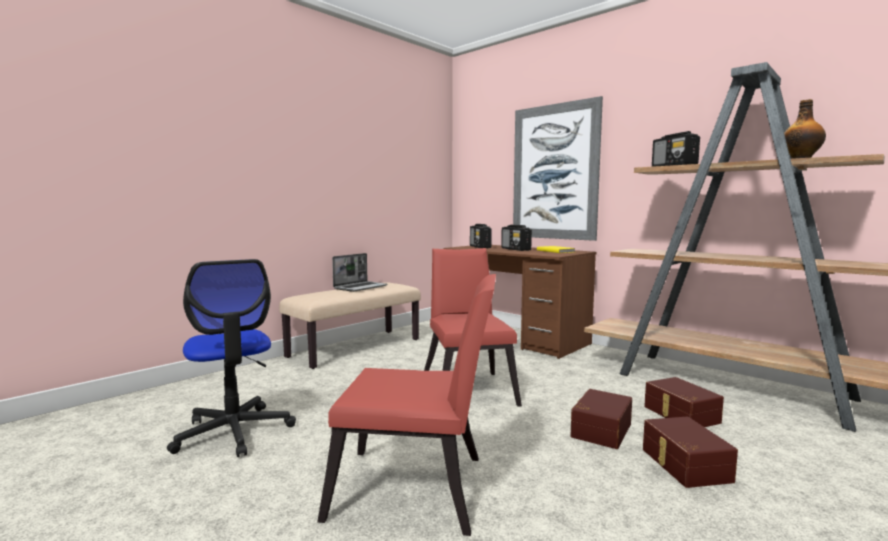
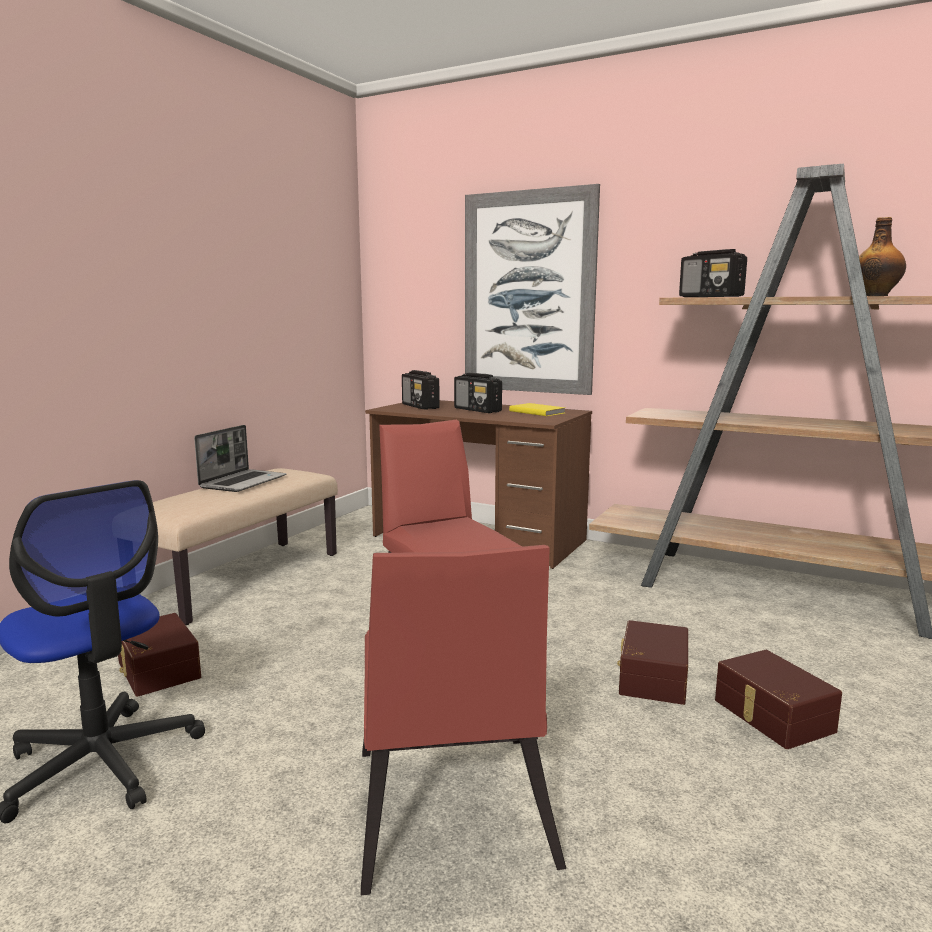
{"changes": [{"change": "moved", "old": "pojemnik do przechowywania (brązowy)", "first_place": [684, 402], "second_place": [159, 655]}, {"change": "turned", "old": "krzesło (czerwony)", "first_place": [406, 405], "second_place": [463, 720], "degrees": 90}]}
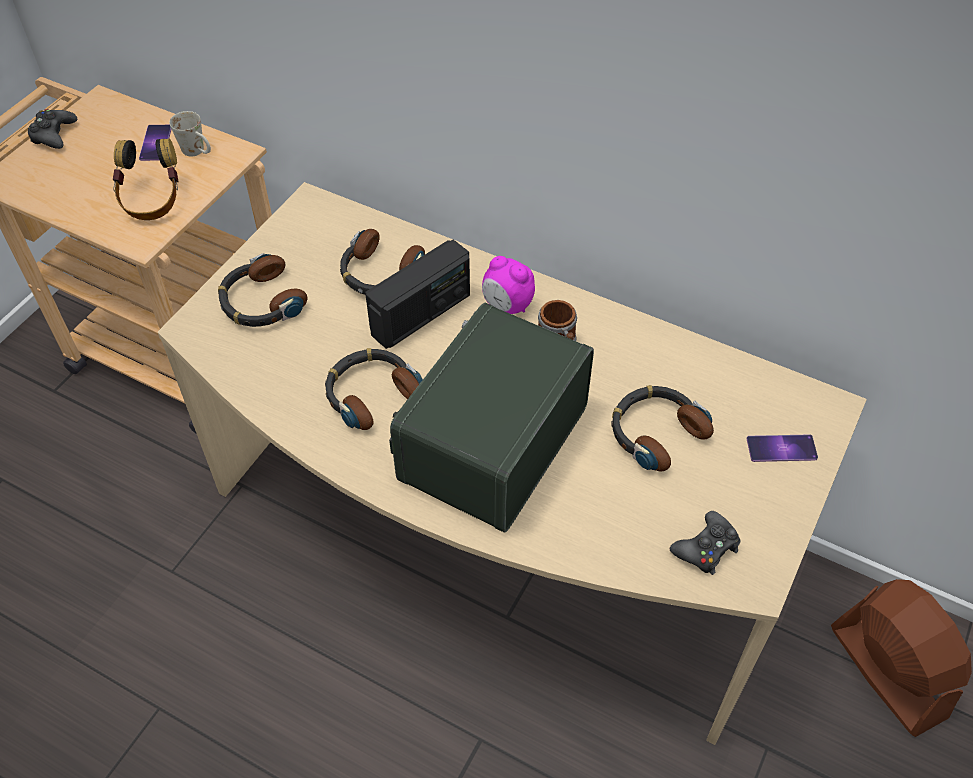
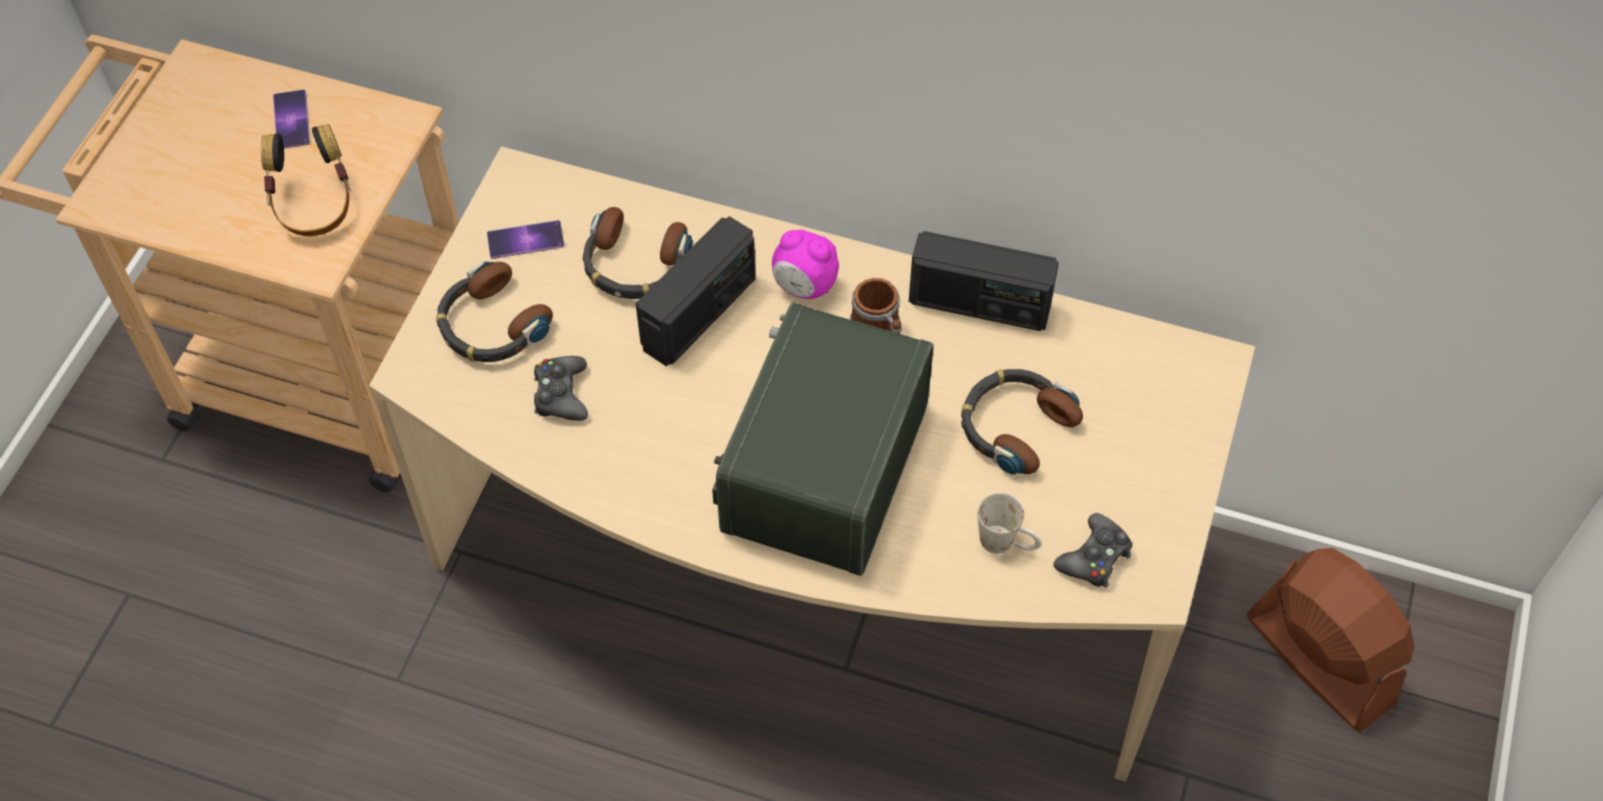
{"changes": [{"change": "moved", "old": "telefon", "first_place": [782, 448], "second_place": [525, 239]}, {"change": "moved", "old": "pad do gier (czarny)", "first_place": [52, 129], "second_place": [561, 388]}, {"change": "added", "new": "radio", "second_place": [984, 281]}, {"change": "moved", "old": "kubek (biały)", "first_place": [190, 133], "second_place": [1010, 523]}, {"change": "removed", "old": "słuchawki", "first_place": [374, 389]}]}
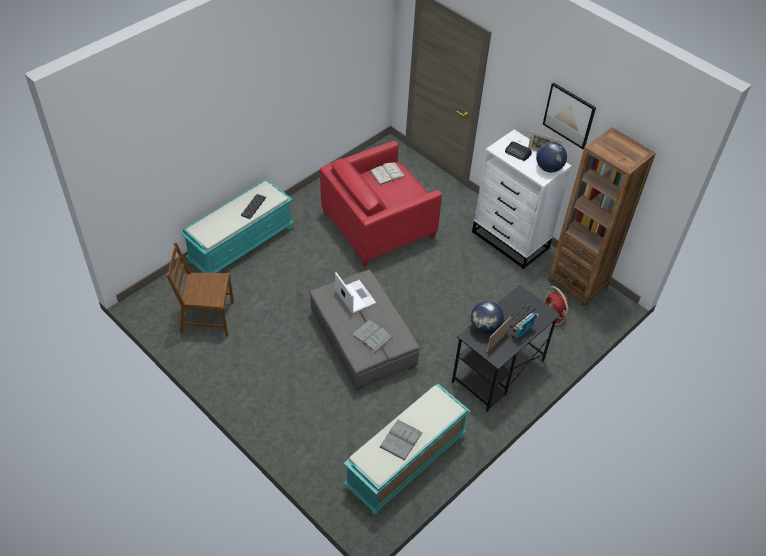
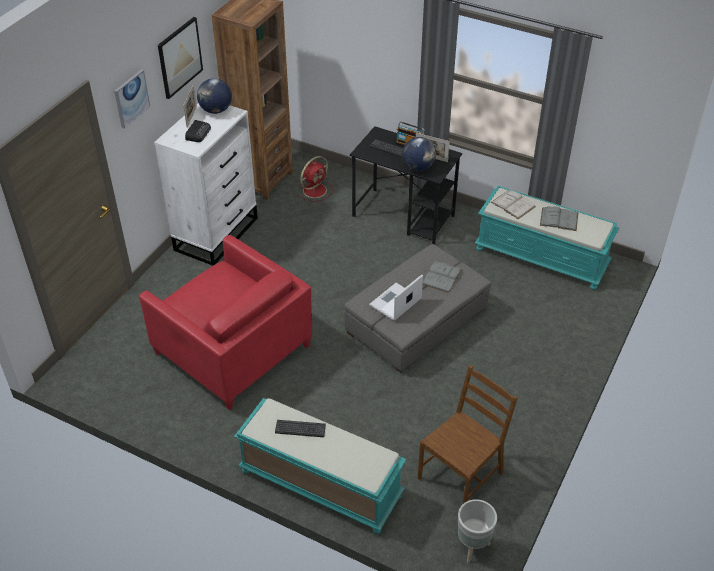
{"changes": [{"change": "added", "new": "obraz", "second_place": [132, 99]}, {"change": "turned", "old": "krzesło (brązowy)", "first_place": [200, 289], "second_place": [468, 434], "degrees": -120}, {"change": "added", "new": "donica (szary)", "second_place": [477, 531]}, {"change": "moved", "old": "książka (biały)", "first_place": [388, 173], "second_place": [513, 204]}]}
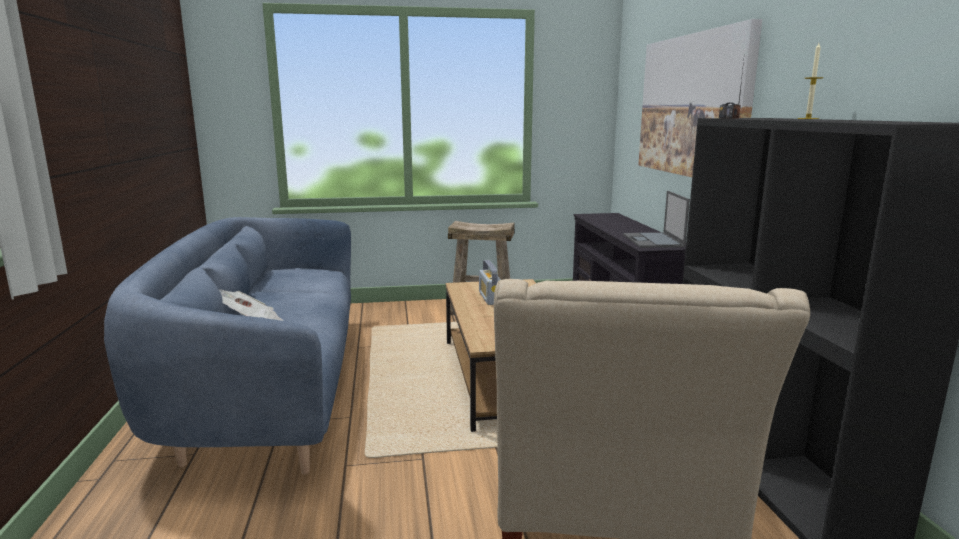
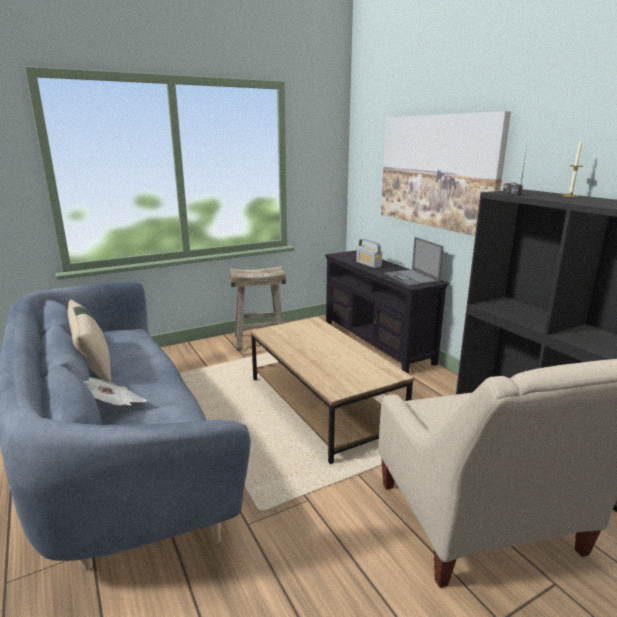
{"changes": [{"change": "added", "new": "poduszka (beżowy)", "second_place": [89, 341]}, {"change": "moved", "old": "radio", "first_place": [490, 282], "second_place": [369, 253]}]}
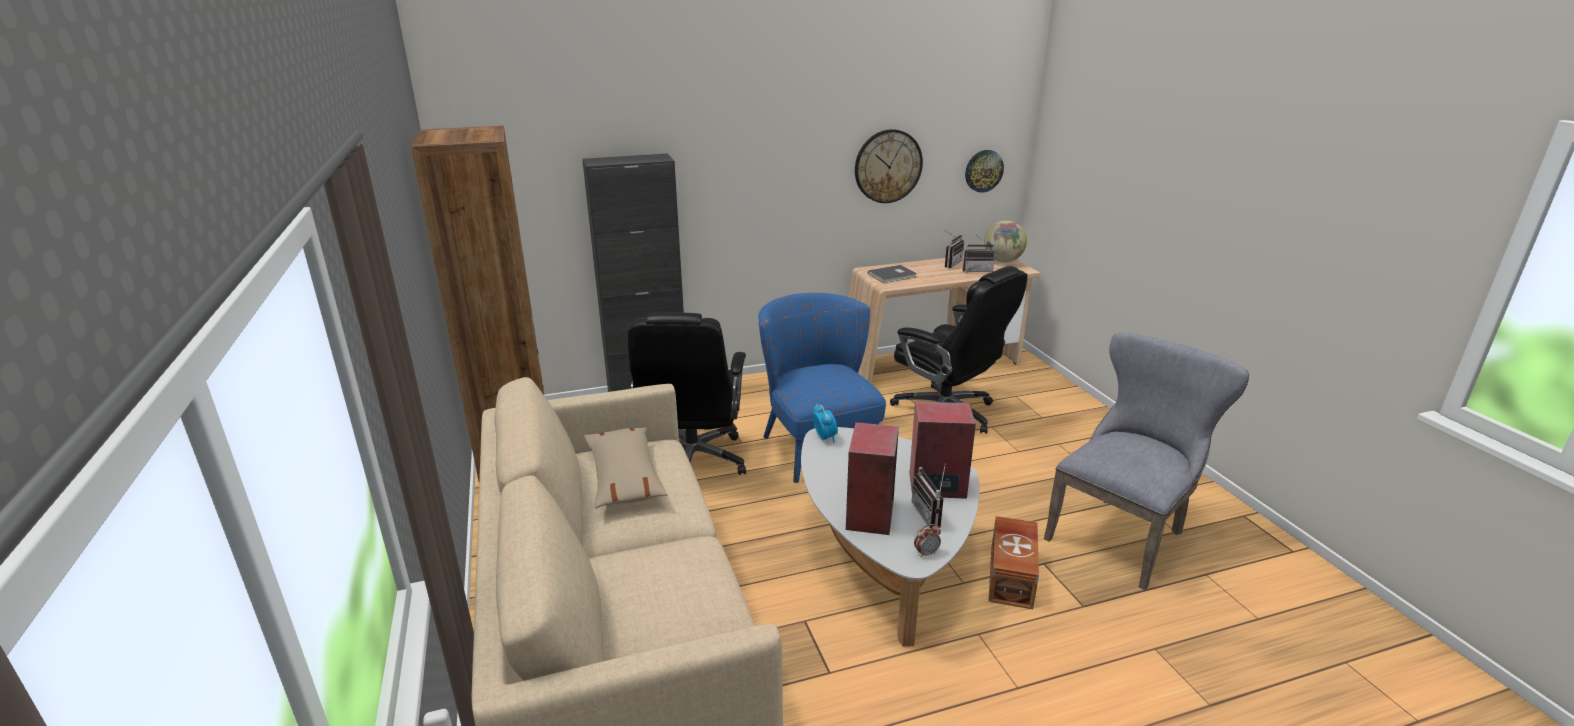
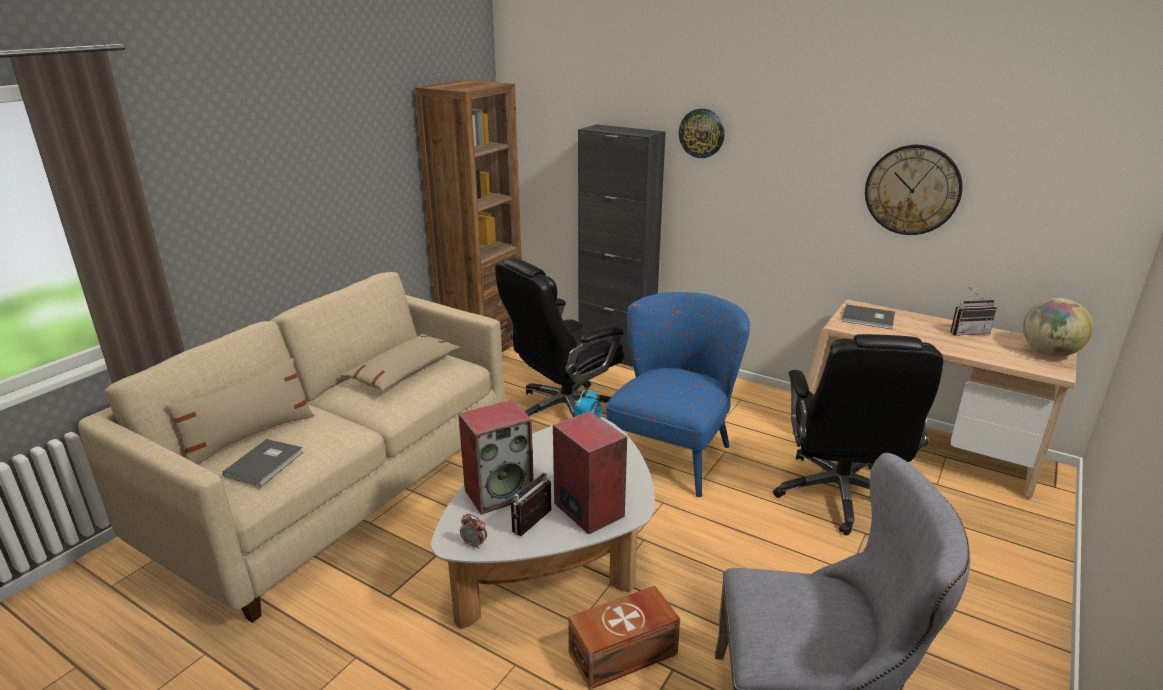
{"changes": [{"change": "added", "new": "poduszka (beżowy)", "second_place": [240, 411]}, {"change": "added", "new": "książka (szary)", "second_place": [263, 462]}, {"change": "moved", "old": "zegar ścienny", "first_place": [984, 171], "second_place": [702, 133]}, {"change": "removed", "old": "radio", "first_place": [979, 254]}]}
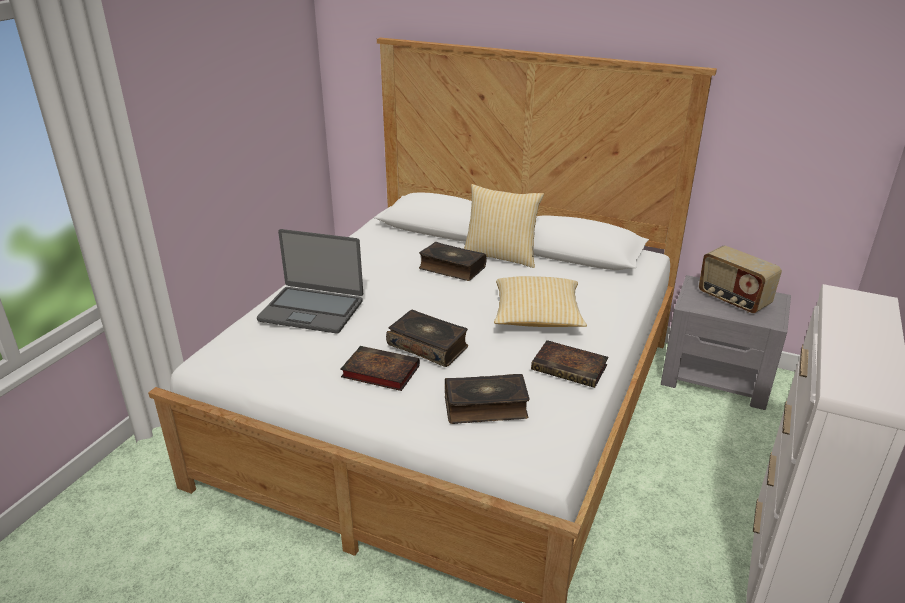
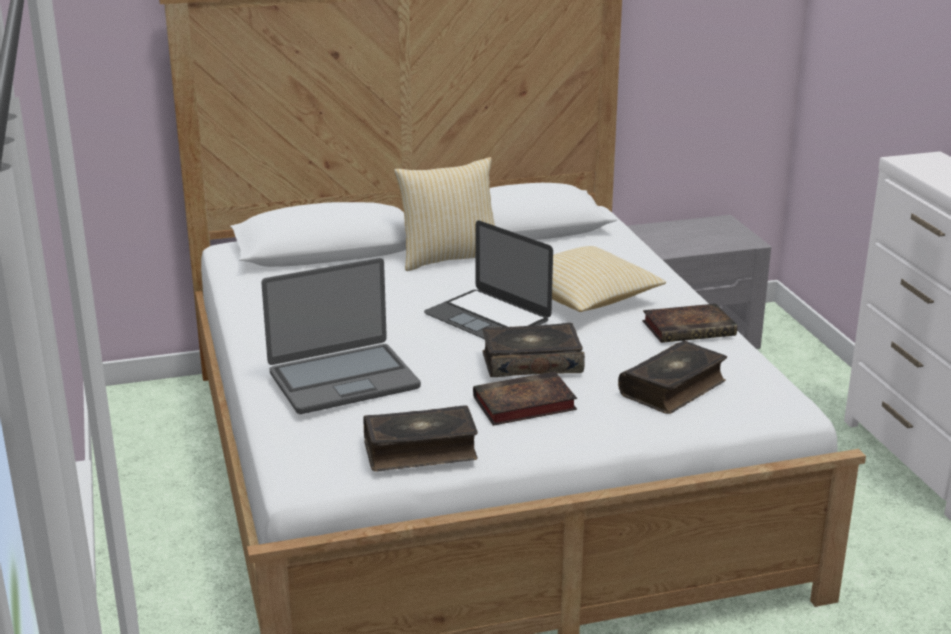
{"changes": [{"change": "moved", "old": "książka", "first_place": [453, 261], "second_place": [420, 438]}, {"change": "added", "new": "laptop", "second_place": [488, 280]}, {"change": "removed", "old": "radio", "first_place": [740, 279]}]}
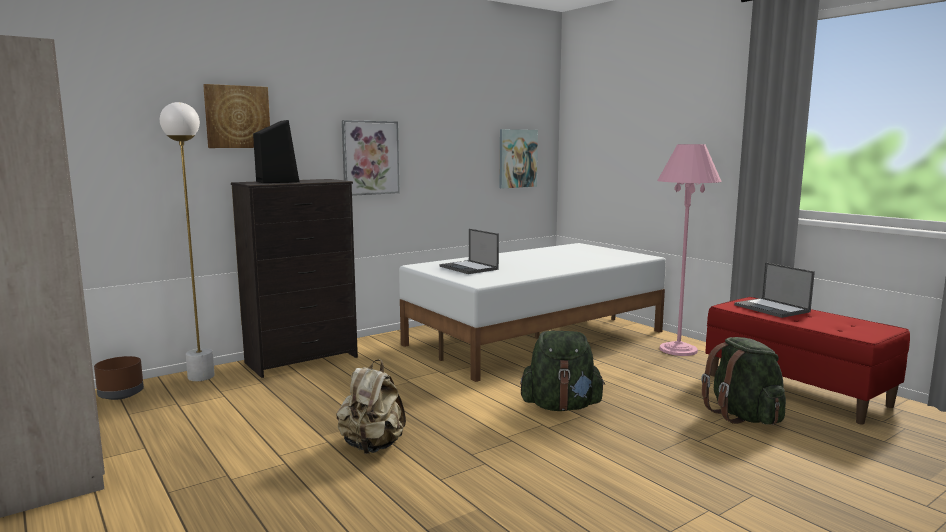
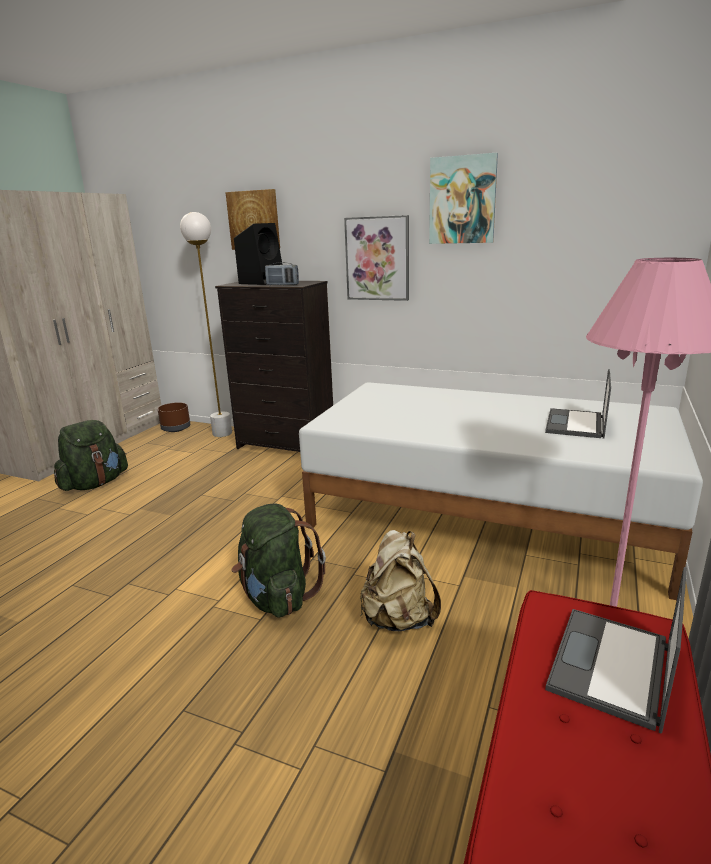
{"changes": [{"change": "moved", "old": "plecak (zielony)", "first_place": [743, 380], "second_place": [91, 455]}, {"change": "added", "new": "radio", "second_place": [282, 273]}, {"change": "moved", "old": "plecak (beżowy)", "first_place": [371, 406], "second_place": [400, 580]}, {"change": "moved", "old": "obraz", "first_place": [518, 158], "second_place": [463, 198]}, {"change": "moved", "old": "laptop", "first_place": [469, 251], "second_place": [578, 404]}]}
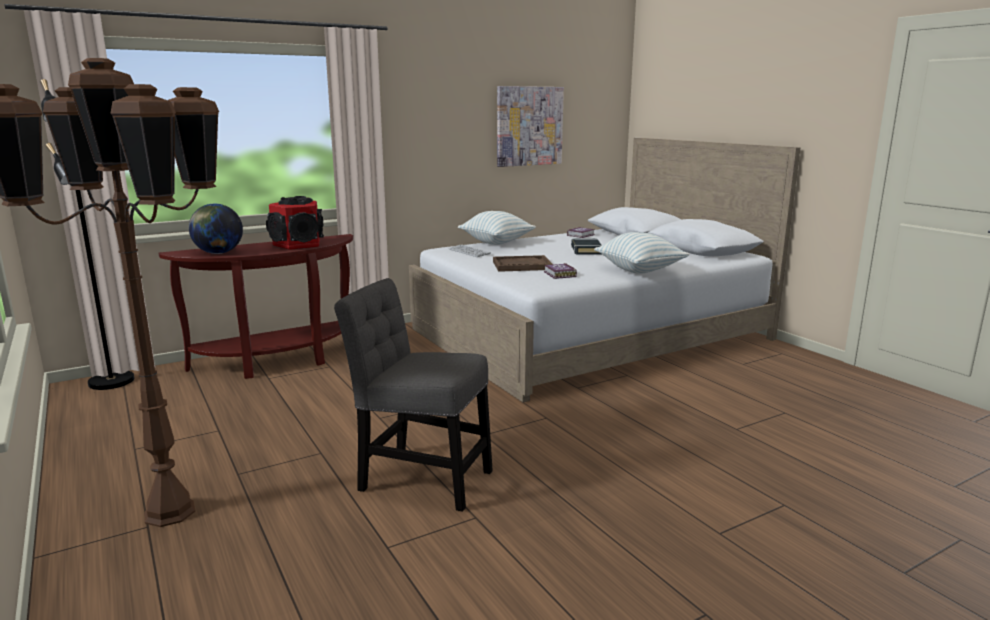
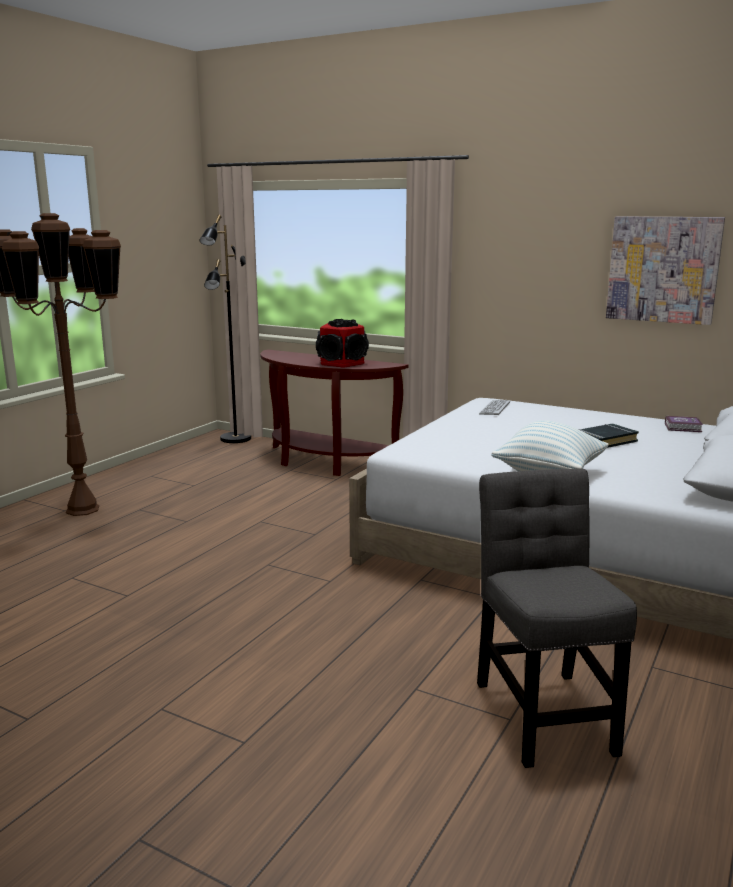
{"changes": [{"change": "moved", "old": "krzesło (szary)", "first_place": [413, 395], "second_place": [557, 618]}, {"change": "removed", "old": "globus", "first_place": [216, 229]}, {"change": "removed", "old": "poduszka", "first_place": [497, 228]}, {"change": "removed", "old": "taca (brązowy)", "first_place": [523, 263]}, {"change": "removed", "old": "książka", "first_place": [560, 271]}]}
